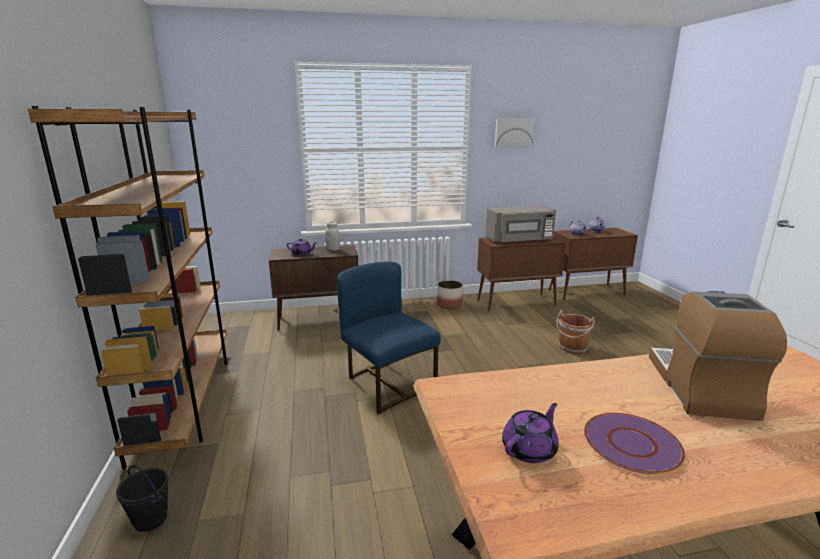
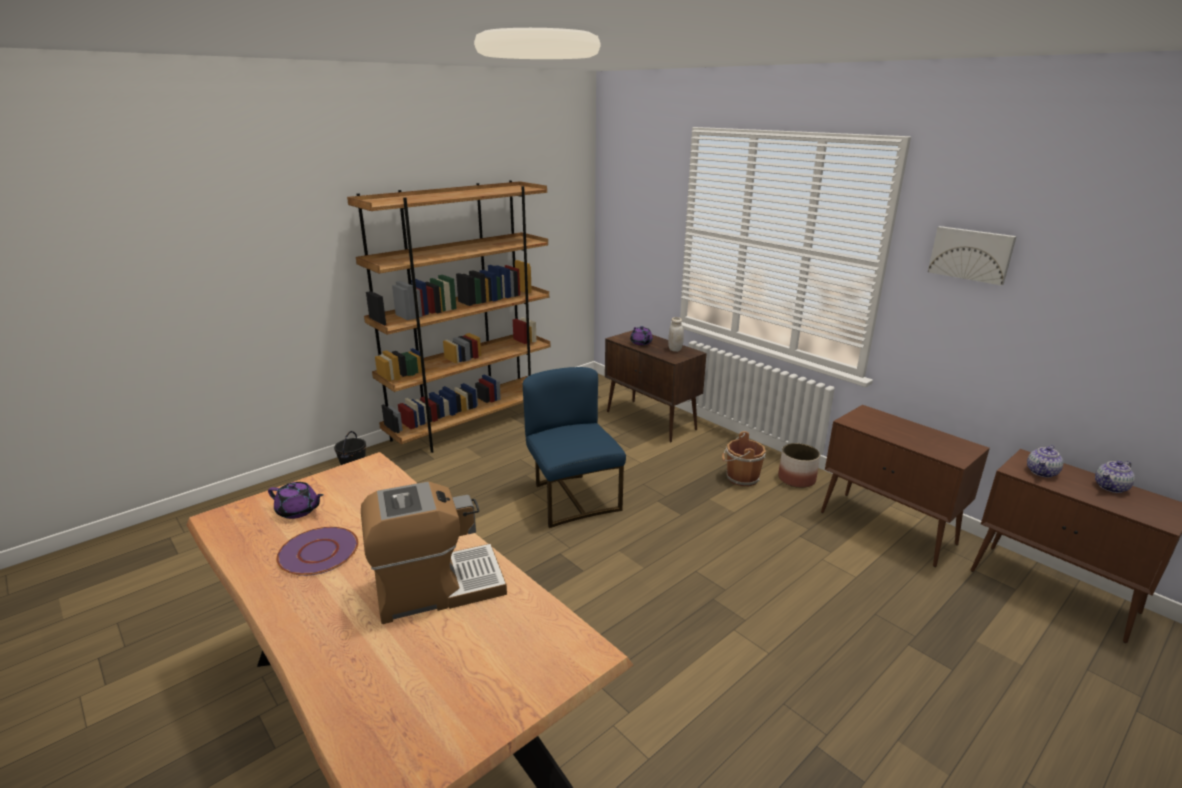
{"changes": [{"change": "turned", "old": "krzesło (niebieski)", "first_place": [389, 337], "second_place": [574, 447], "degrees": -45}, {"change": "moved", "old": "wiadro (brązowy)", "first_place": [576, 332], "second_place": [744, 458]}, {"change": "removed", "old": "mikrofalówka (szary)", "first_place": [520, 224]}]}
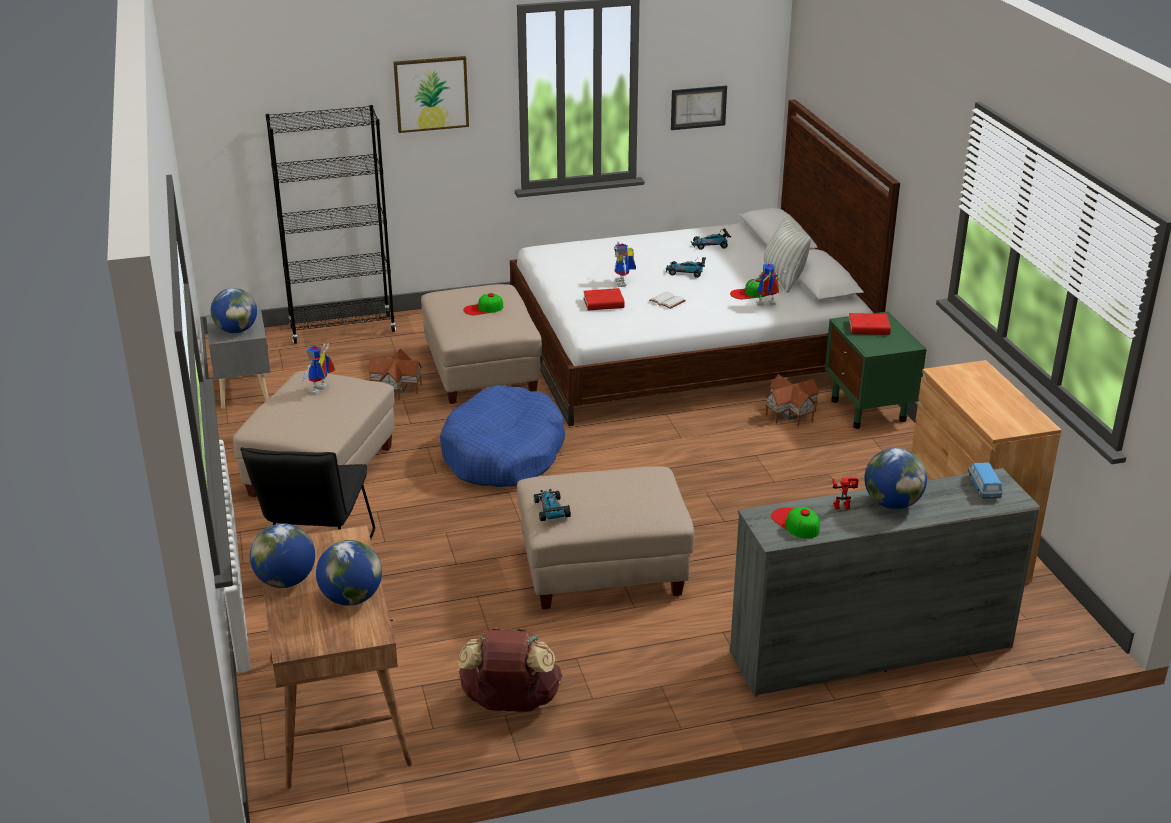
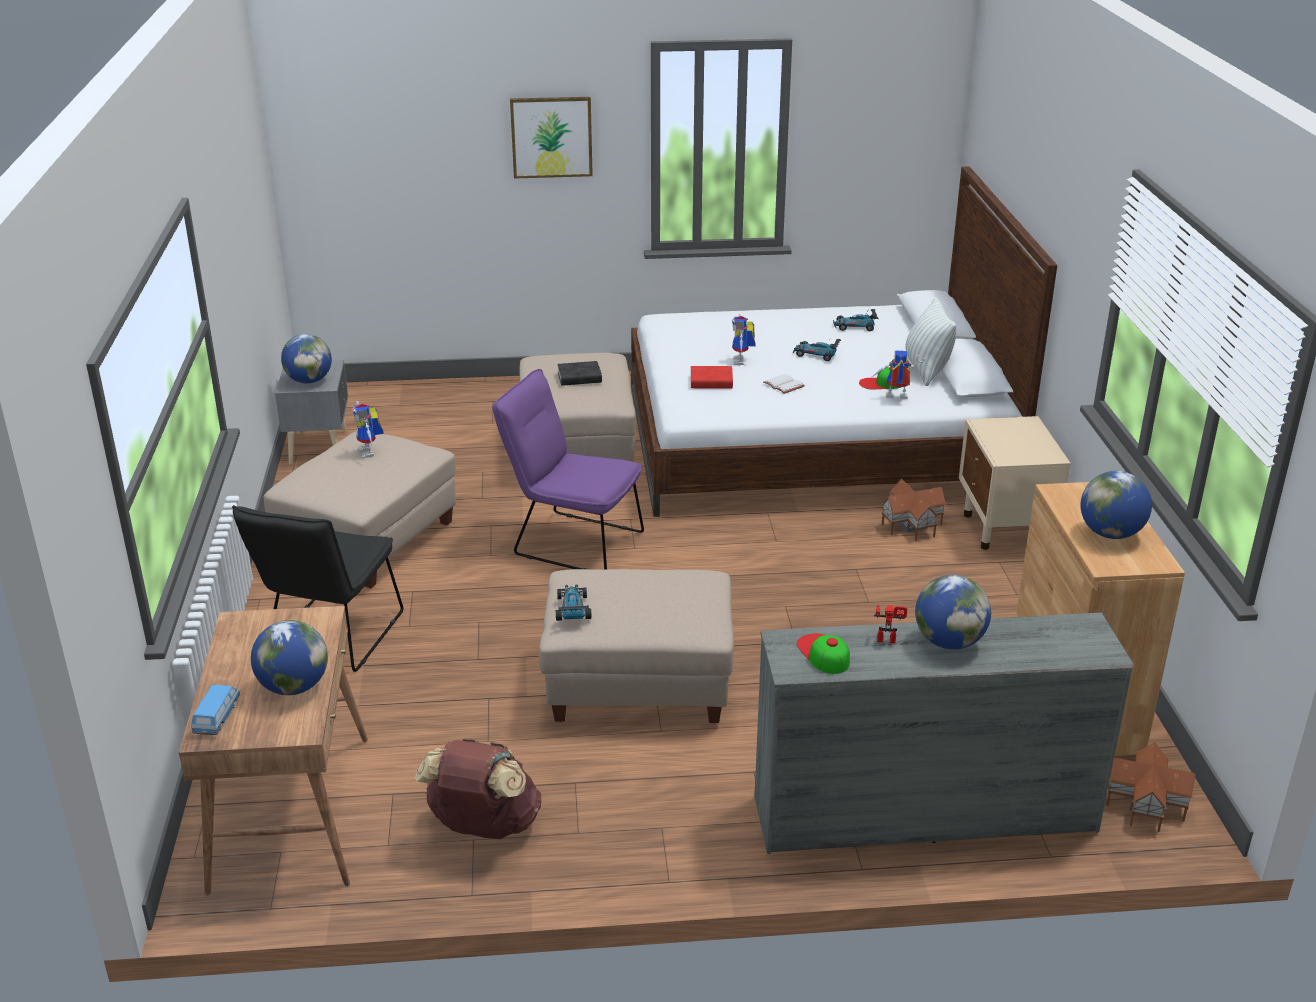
{"changes": [{"change": "moved", "old": "samochodzik", "first_place": [985, 480], "second_place": [215, 710]}, {"change": "turned", "old": "robot zabawkowy", "first_place": [318, 368], "second_place": [368, 429], "degrees": -60}, {"change": "replaced", "old": "legowisko (niebieski)", "new": "krzesło (fioletowy)", "first_place": [502, 436], "second_place": [568, 469]}, {"change": "replaced", "old": "czapka z daszkiem", "new": "książka (czarny)", "first_place": [483, 304], "second_place": [579, 373]}, {"change": "recoloured", "old": "szafka nocna (zielony)", "new": "szafka nocna (beżowy)", "first_place": [876, 370], "second_place": [1015, 483]}, {"change": "moved", "old": "globus", "first_place": [282, 556], "second_place": [1116, 505]}, {"change": "moved", "old": "domek", "first_place": [395, 374], "second_place": [1151, 787]}, {"change": "removed", "old": "regał (czarny)", "first_place": [330, 224]}, {"change": "removed", "old": "obraz", "first_place": [699, 107]}, {"change": "removed", "old": "książka (czerwony)", "first_place": [869, 324]}]}
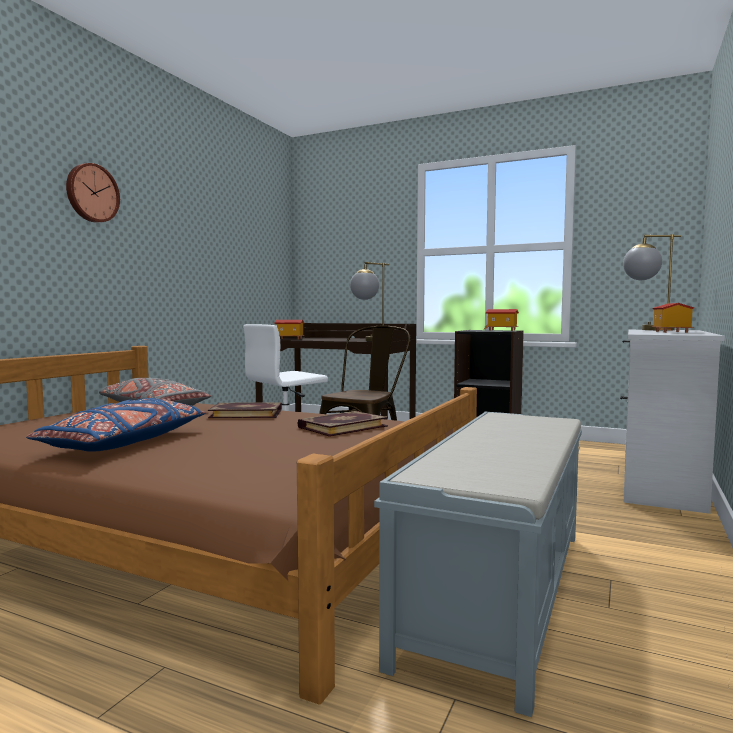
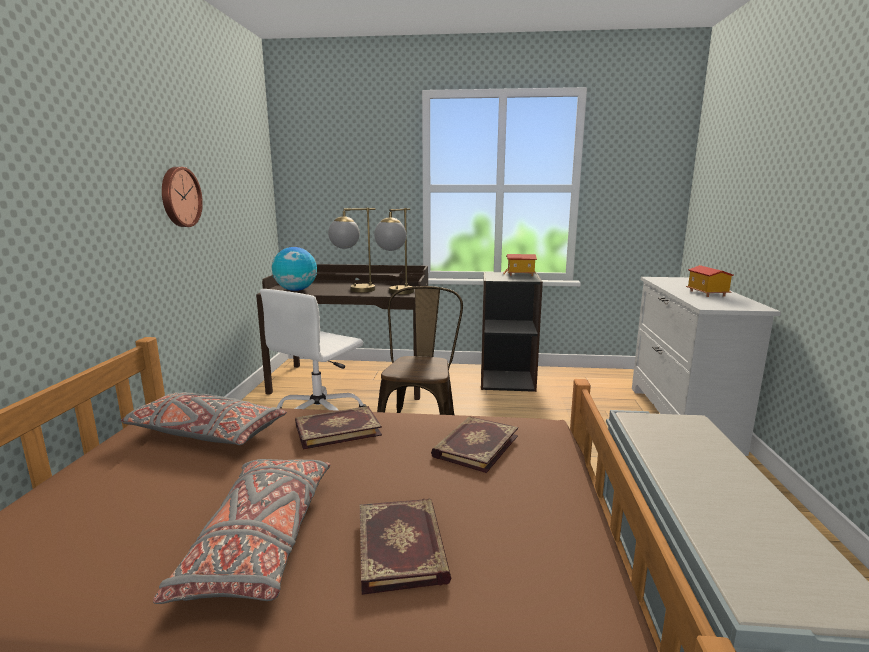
{"changes": [{"change": "recoloured", "old": "poduszka (niebieski)", "new": "poduszka (szary)", "first_place": [116, 425], "second_place": [241, 531]}, {"change": "moved", "old": "zegar ścienny", "first_place": [93, 193], "second_place": [182, 197]}, {"change": "replaced", "old": "domek", "new": "globus", "first_place": [289, 329], "second_place": [294, 269]}, {"change": "moved", "old": "lampa stołowa", "first_place": [652, 282], "second_place": [352, 250]}, {"change": "added", "new": "książka", "second_place": [405, 547]}]}
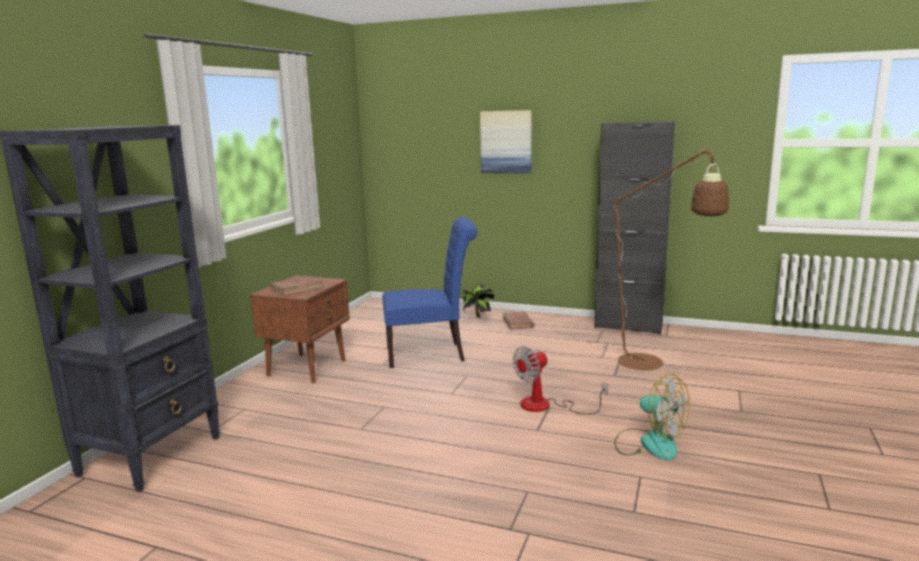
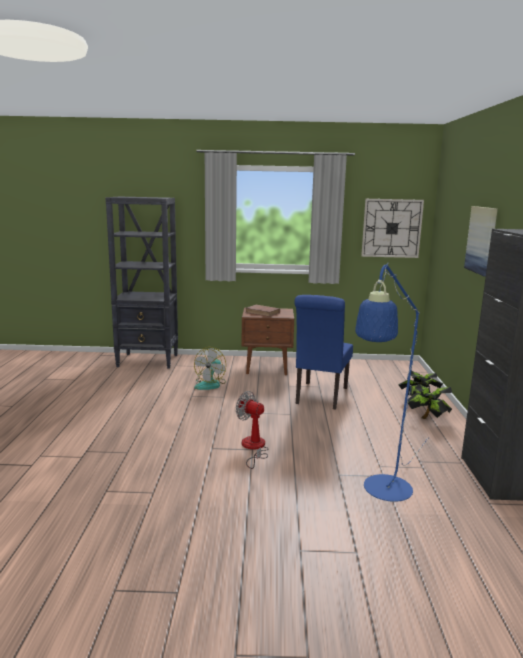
{"changes": [{"change": "moved", "old": "wentylator", "first_place": [652, 417], "second_place": [210, 368]}, {"change": "turned", "old": "krzesło (niebieski)", "first_place": [430, 292], "second_place": [323, 352], "degrees": 45}, {"change": "recoloured", "old": "lampa stojąca (brązowy)", "new": "lampa stojąca (niebieski)", "first_place": [642, 259], "second_place": [391, 382]}, {"change": "added", "new": "zegar ścienny", "second_place": [392, 228]}, {"change": "replaced", "old": "książka (brązowy)", "new": "roślina doniczkowa", "first_place": [518, 321], "second_place": [429, 401]}]}
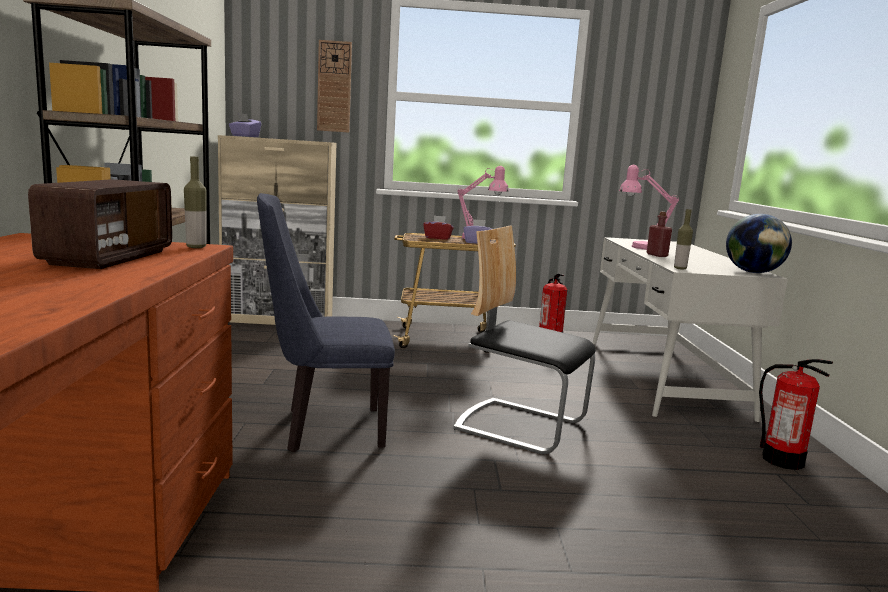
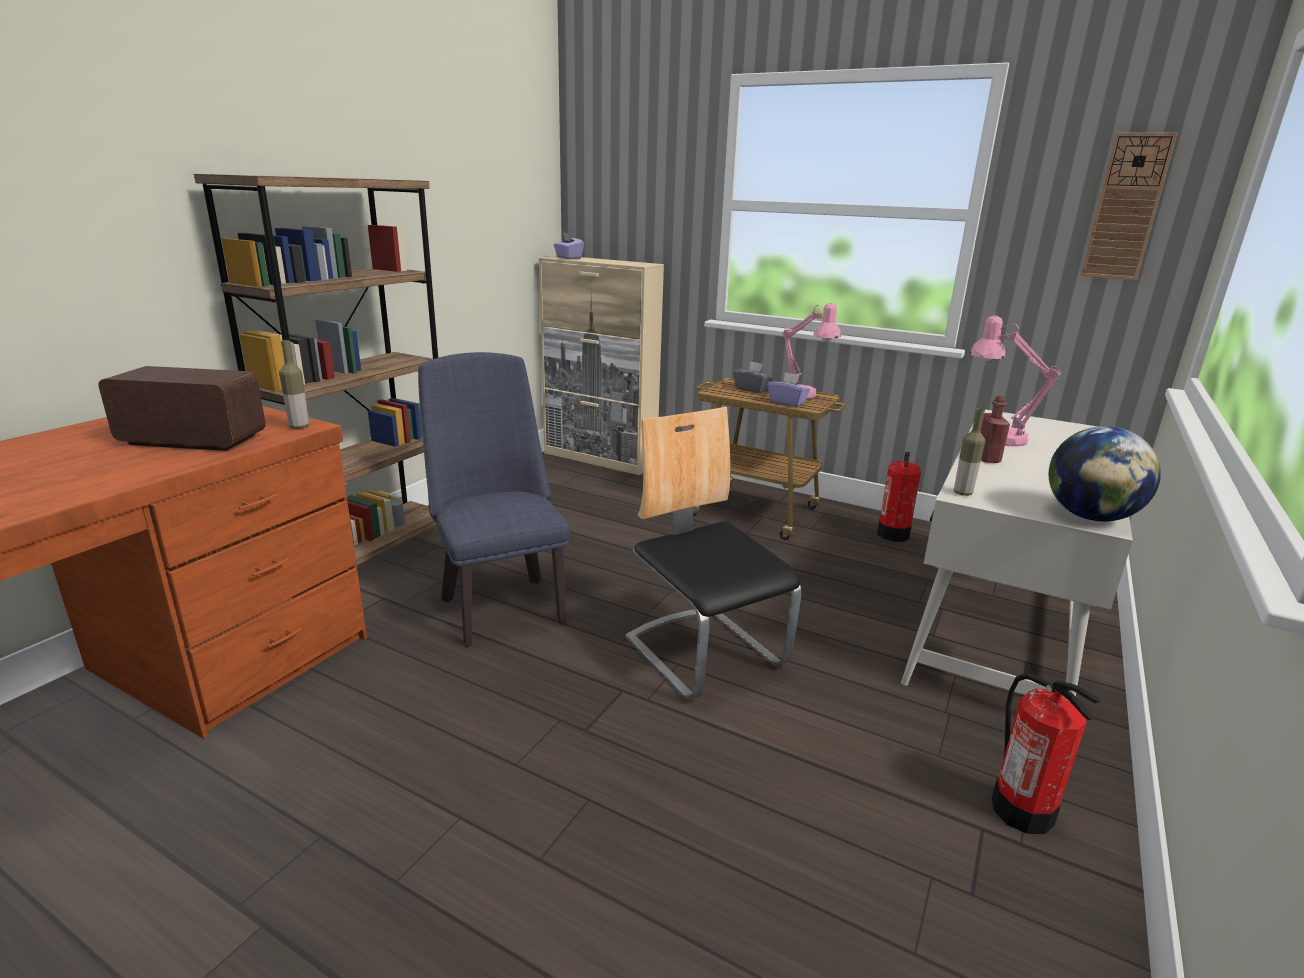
{"changes": [{"change": "turned", "old": "radio", "first_place": [100, 224], "second_place": [182, 408], "degrees": -120}, {"change": "turned", "old": "krzesło (niebieski)", "first_place": [326, 322], "second_place": [494, 499], "degrees": 45}, {"change": "recoloured", "old": "pudełko chusteczek (czerwony)", "new": "pudełko chusteczek (szary)", "first_place": [438, 227], "second_place": [753, 377]}, {"change": "moved", "old": "zegar ścienny", "first_place": [334, 86], "second_place": [1129, 206]}]}
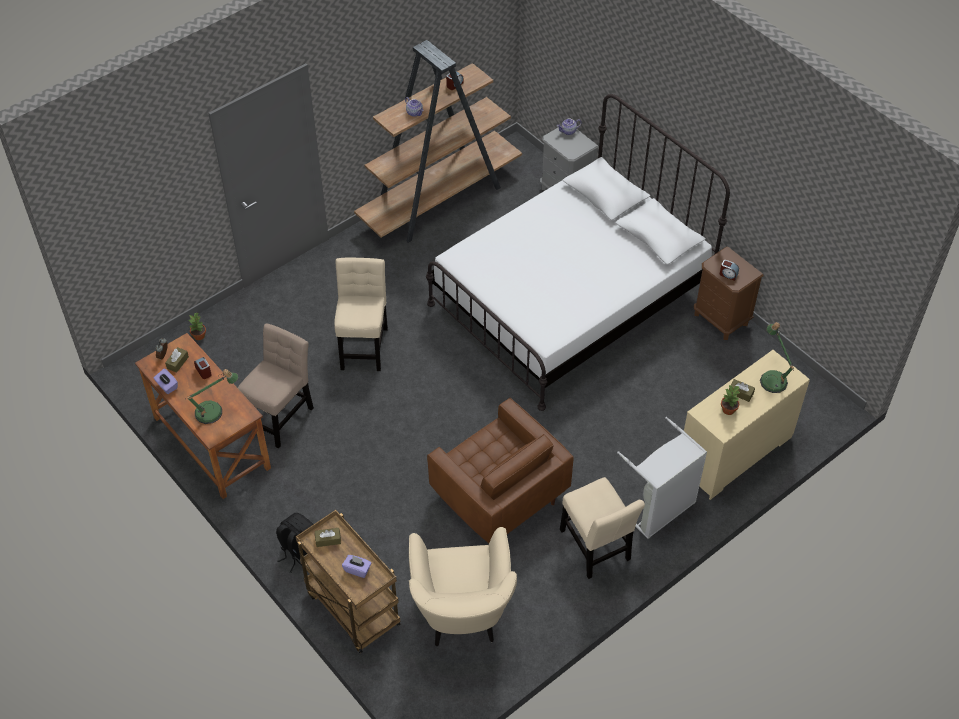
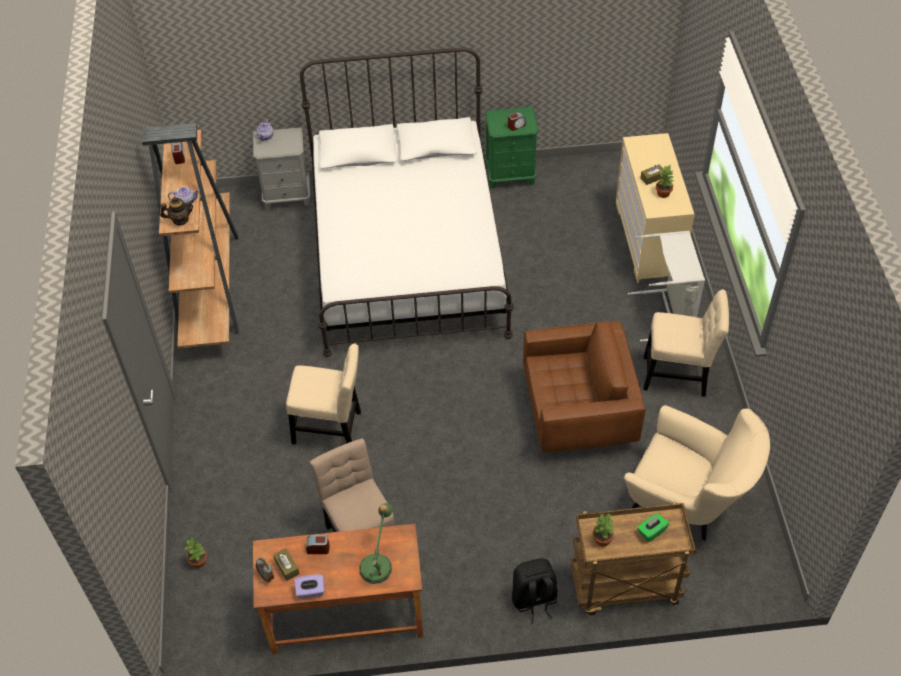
{"changes": [{"change": "added", "new": "imbryk", "second_place": [177, 211]}, {"change": "turned", "old": "krzesło (beżowy)", "first_place": [361, 314], "second_place": [323, 394], "degrees": 150}, {"change": "recoloured", "old": "szafka nocna (brązowy)", "new": "szafka nocna (zielony)", "first_place": [729, 293], "second_place": [512, 148]}, {"change": "replaced", "old": "pudełko chusteczek (brązowy)", "new": "roślina doniczkowa", "first_place": [328, 537], "second_place": [604, 529]}, {"change": "recoloured", "old": "pudełko chusteczek (fioletowy)", "new": "pudełko chusteczek (zielony)", "first_place": [357, 566], "second_place": [653, 527]}, {"change": "removed", "old": "lampa stołowa", "first_place": [777, 357]}]}
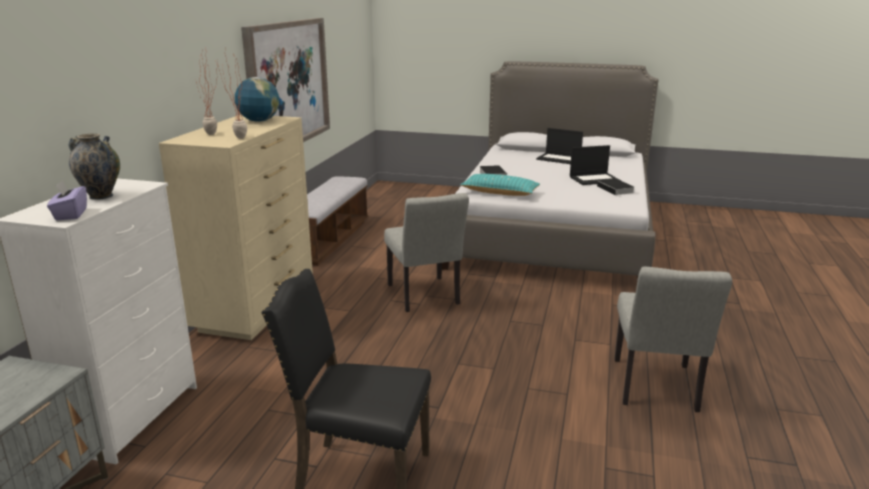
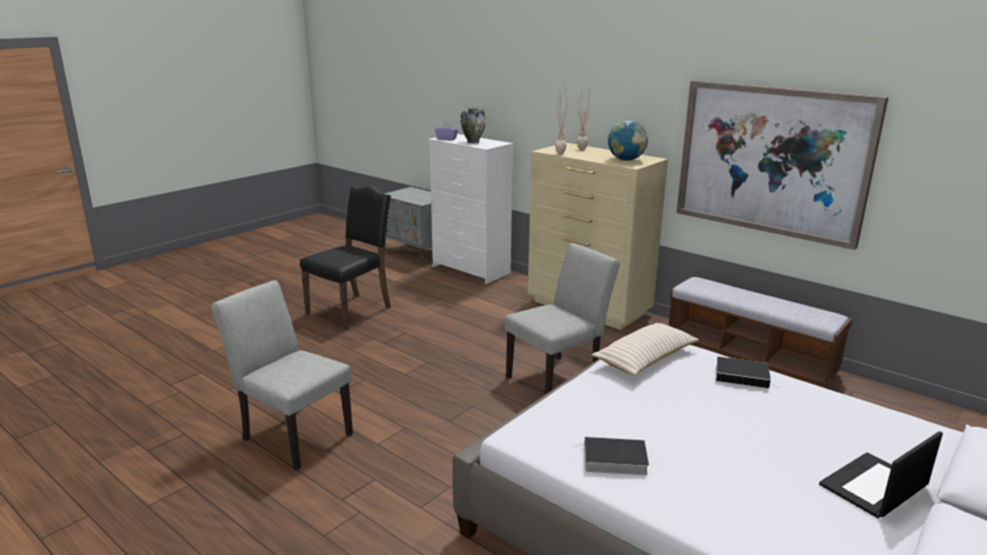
{"changes": [{"change": "turned", "old": "krzesło (szary)", "first_place": [426, 252], "second_place": [562, 318], "degrees": 135}, {"change": "recoloured", "old": "poduszka (turkusowy)", "new": "poduszka (beżowy)", "first_place": [500, 185], "second_place": [645, 349]}, {"change": "removed", "old": "laptop", "first_place": [594, 165]}]}
